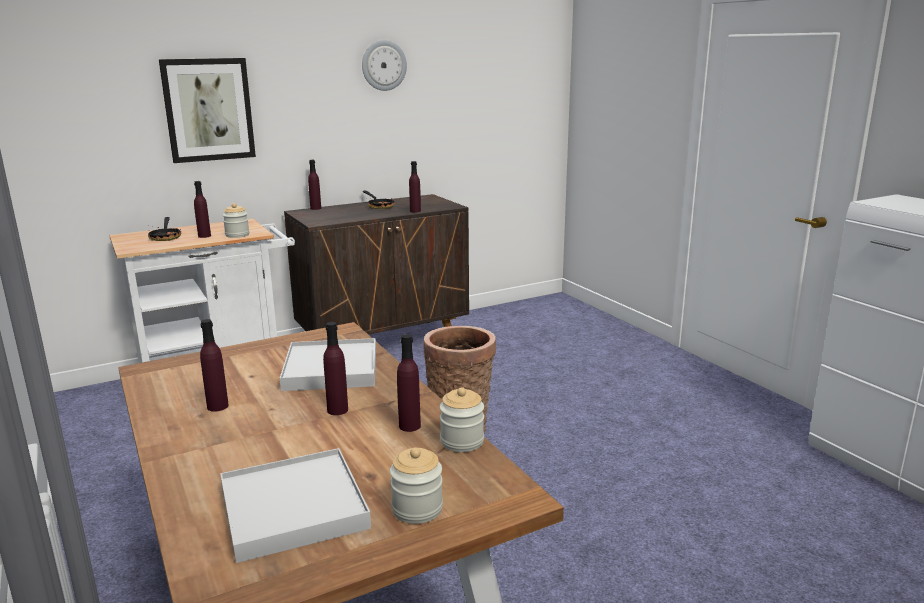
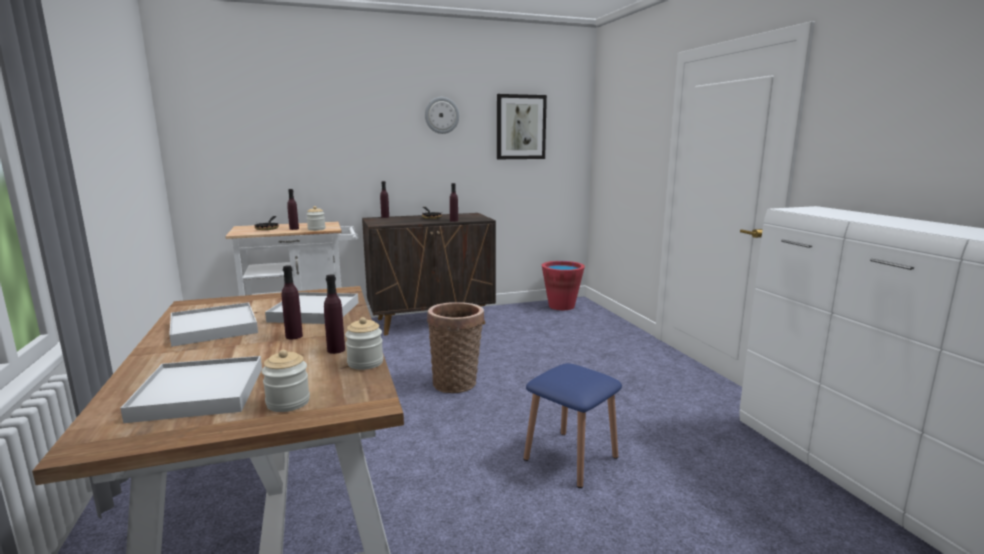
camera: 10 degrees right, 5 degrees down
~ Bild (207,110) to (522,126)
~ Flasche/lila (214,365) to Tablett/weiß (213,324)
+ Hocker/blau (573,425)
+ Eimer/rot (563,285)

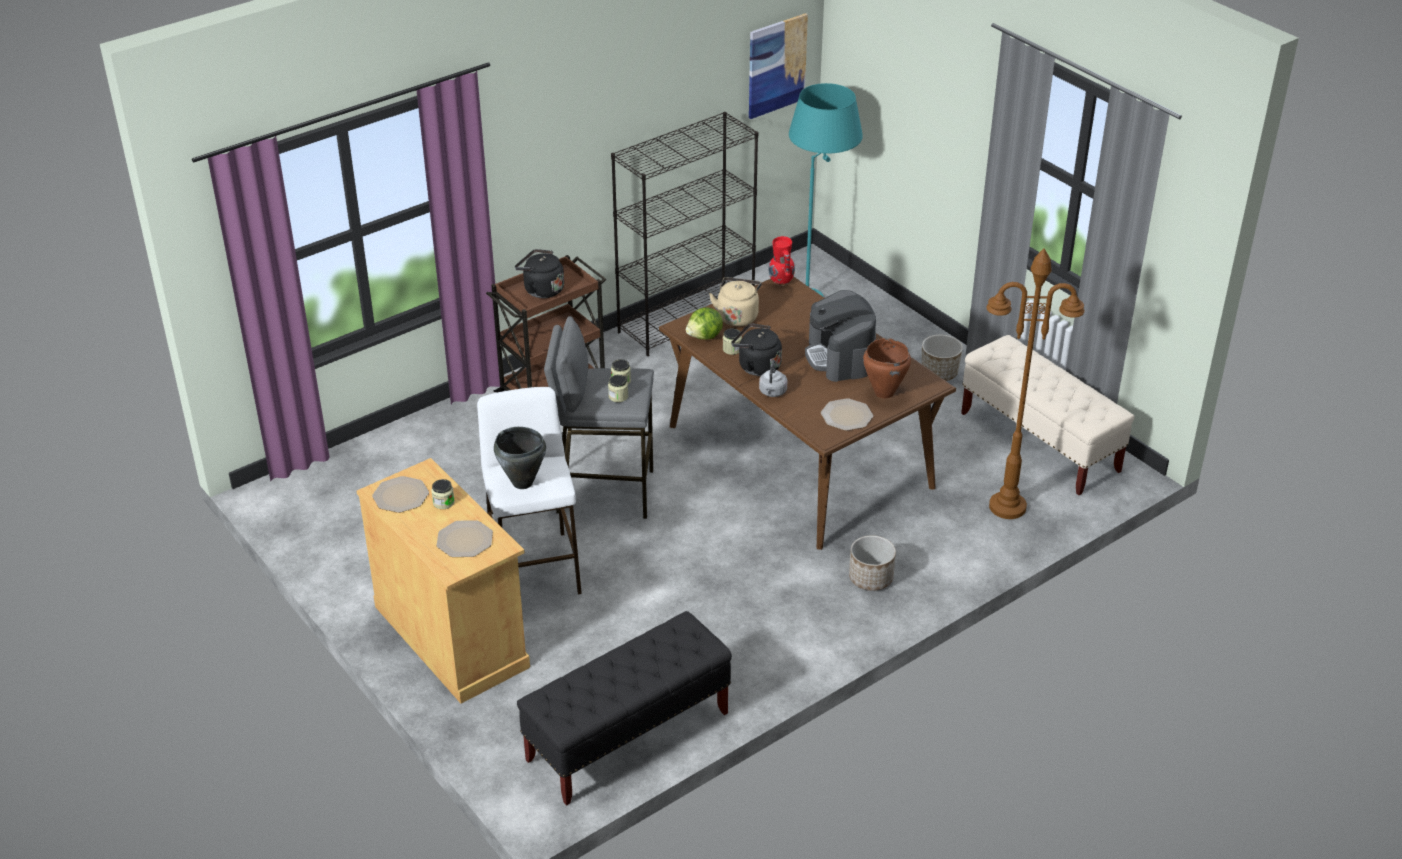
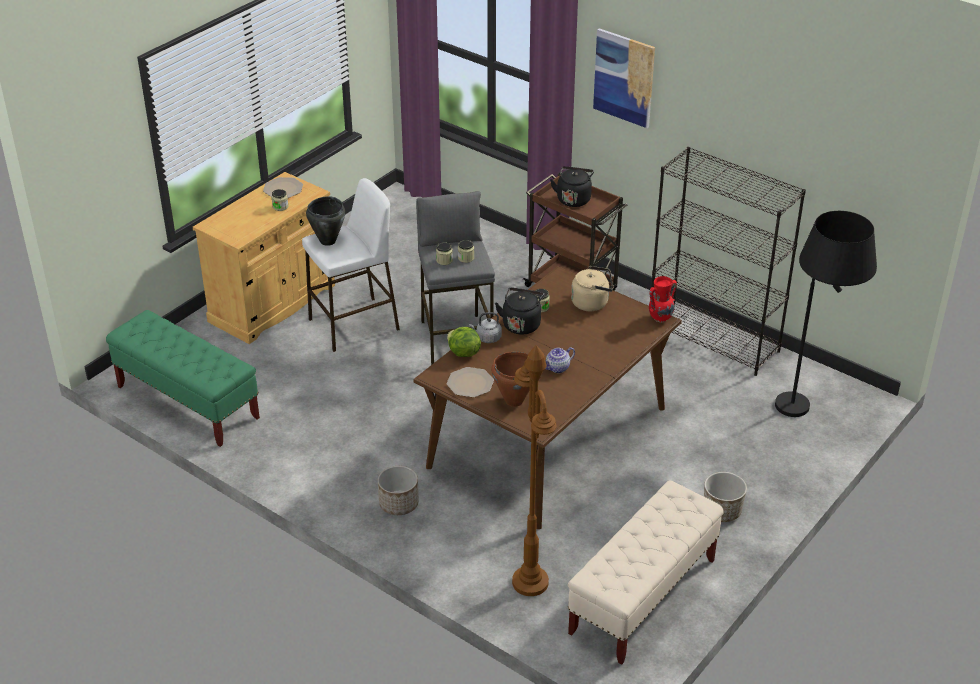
camera: 75 degrees right, 0 degrees up
- Teller (465,538)
~ Bank/schwarz (624,708) to Bank/grün (183,378)
~ Salatkopf (704,323) to (464,342)
~ Bild (778,66) to (624,78)
~ Stehlampe/türkis (826,190) to Stehlampe/schwarz (826,314)
~ Kaffeemaschine (840,336) to Teekanne (560,360)

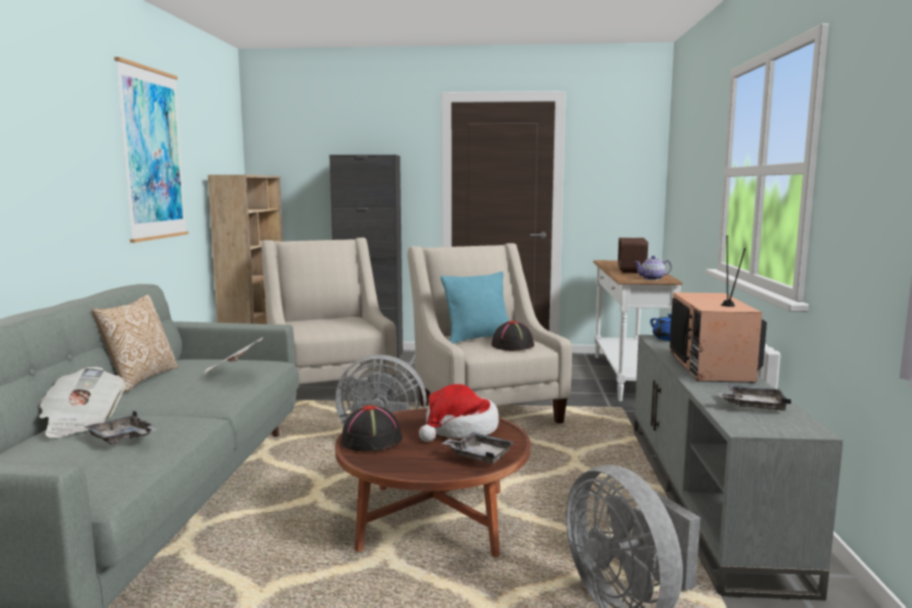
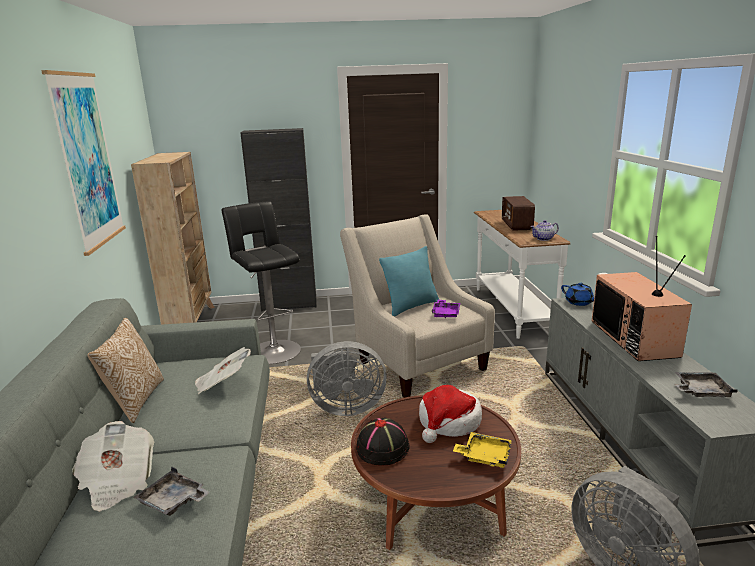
camera: 10 degrees left, 10 degrees up
~ Sessel/beige (329,311) to Hocker/schwarz (261,282)
~ Tablett/grau (478,448) to Tablett/gelb (482,450)
~ Hut/schwarz (512,336) to Tablett/lila (446,309)

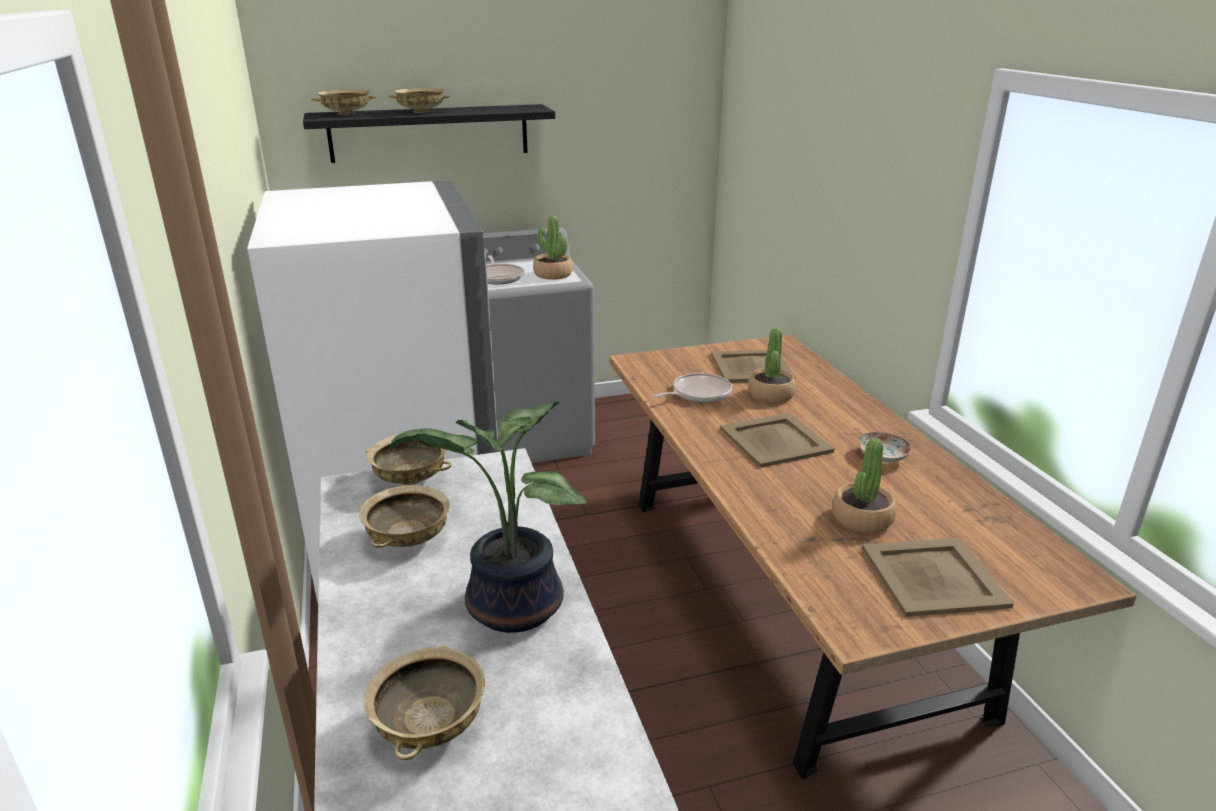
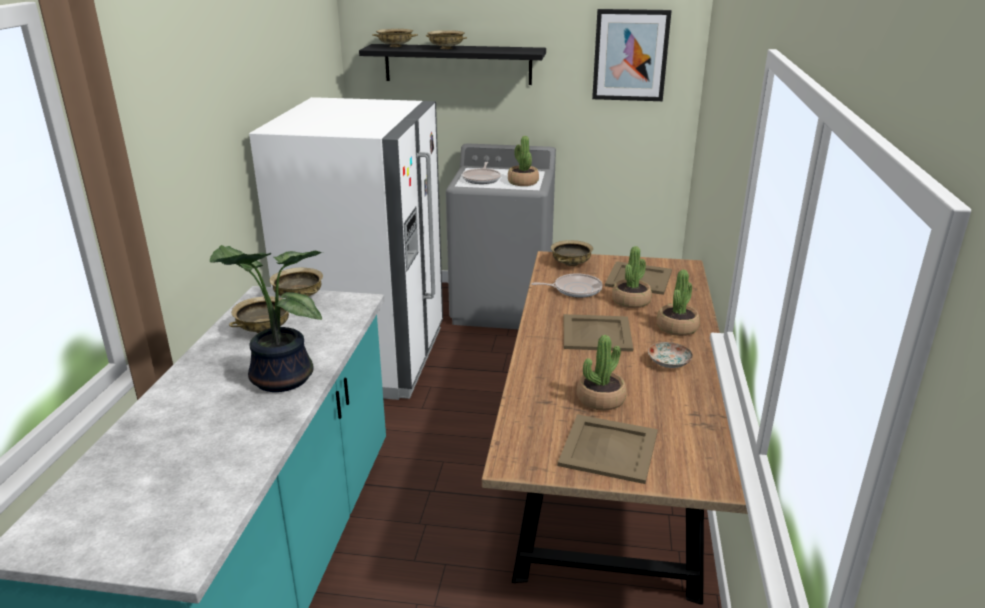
camera: 25 degrees right, 0 degrees up
~ Schüssel/beige (424,702) to (572,253)
+ Bild (632,55)
+ Topfpflanze (678,303)

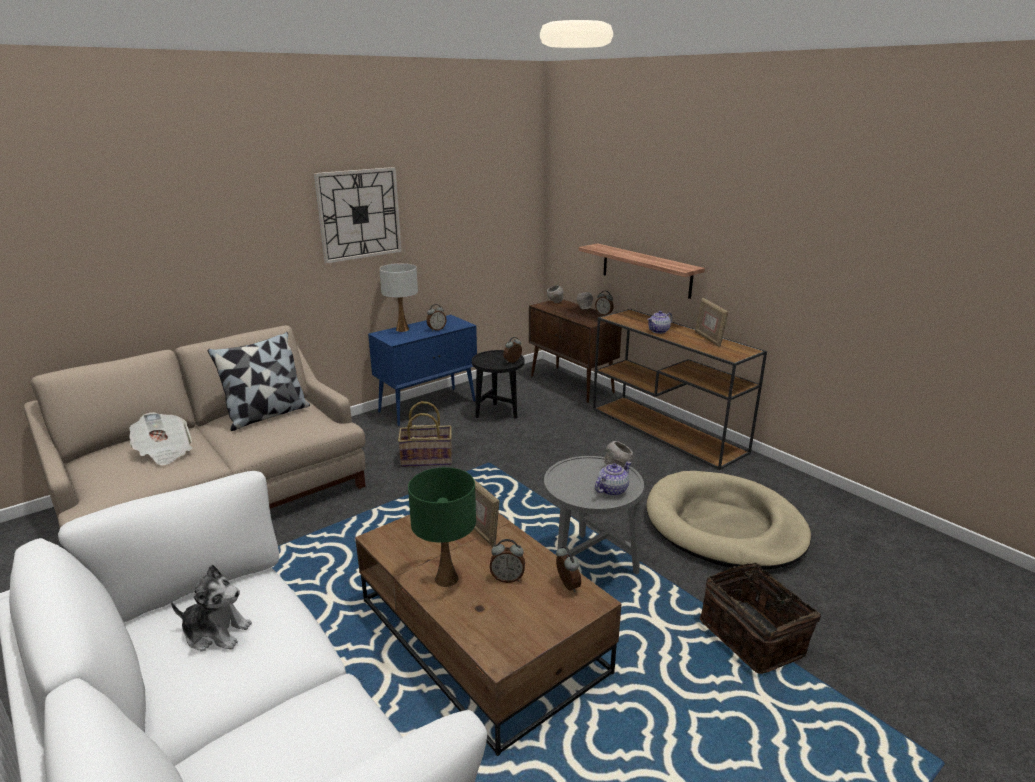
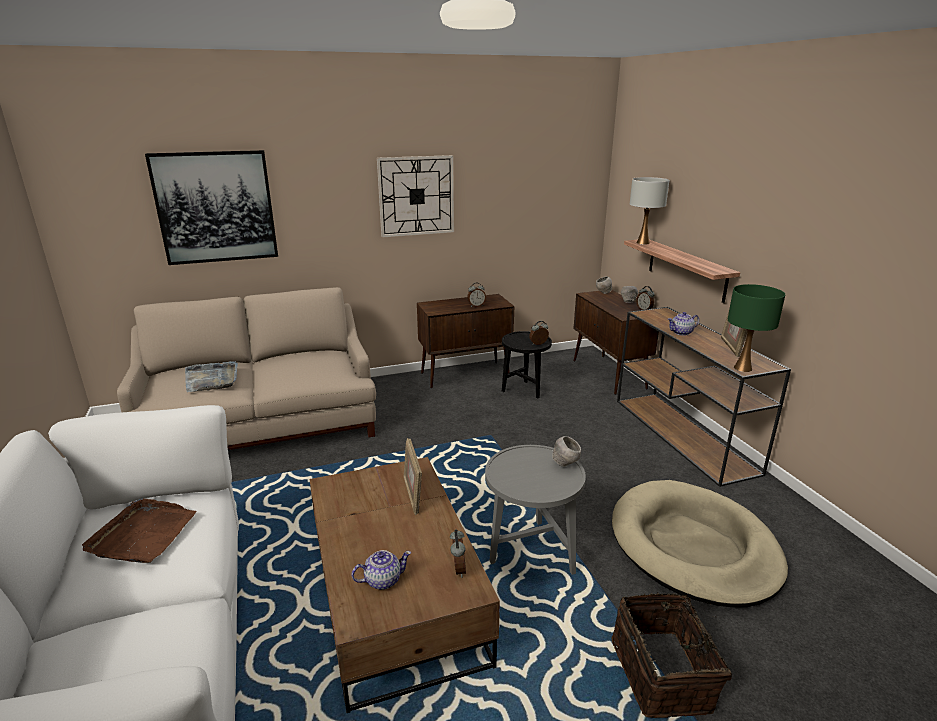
camera: 20 degrees right, 0 degrees up
~ Zeitung (161,439) to Tablett/grau (211,376)
~ Plüschtier (211,608) to Tablett/braun (139,531)
- Kissen (259,381)
~ Schrank/blau (422,370) to Schrank/braun (465,341)
~ Tischlampe/weiß (398,297) to (650,211)
- Korb (425,434)
~ Tischlampe/grün (442,527) to (756,328)
- Wecker (507,561)
~ Teekanne (613,478) to (381,570)
+ Bild (211,207)

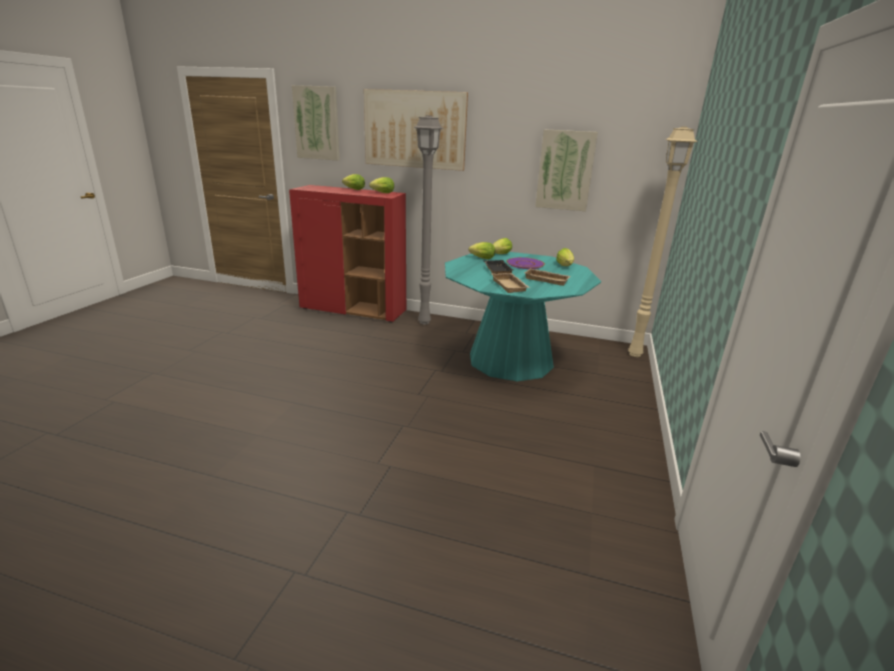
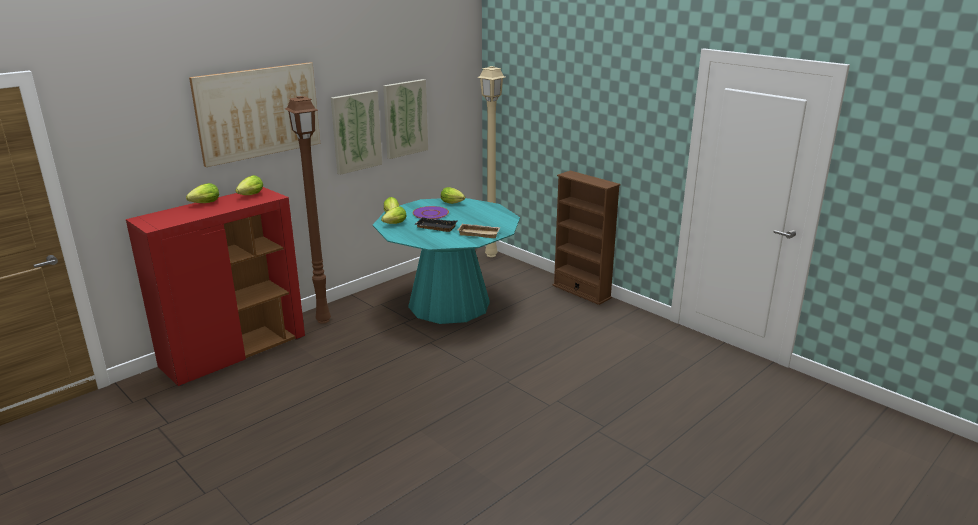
camera: 60 degrees left, 0 degrees up
~ Bild (316,123) to (356,133)
~ Stehlampe/grau (429,220) to Stehlampe/braun (308,210)
- Tablett/beige (547,277)
+ Bücherregal/braun (586,238)

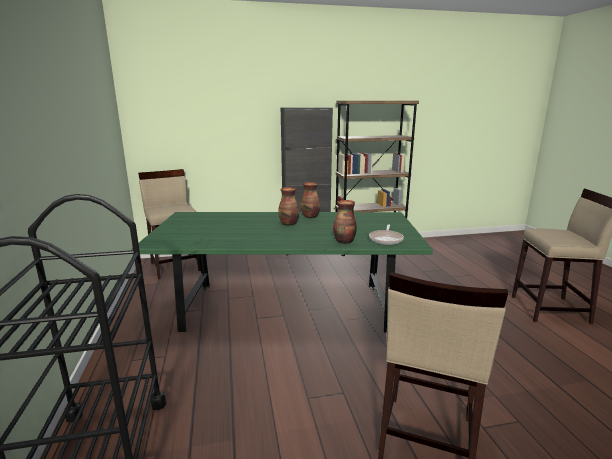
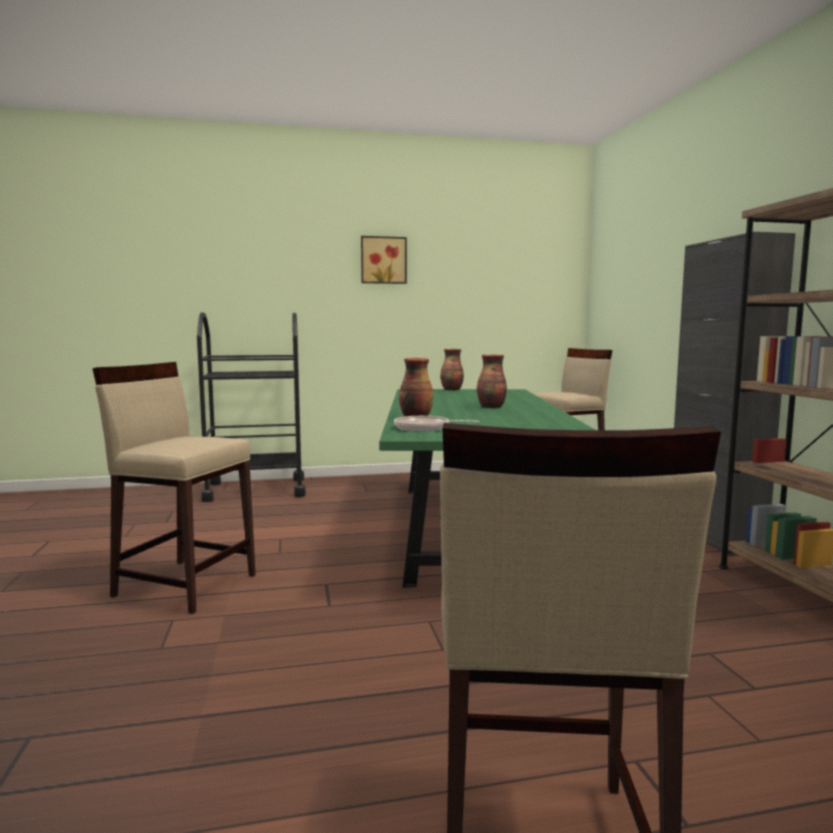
camera: 90 degrees right, 10 degrees down
~ Vase (310,200) to (452,370)
+ Bild (384,260)

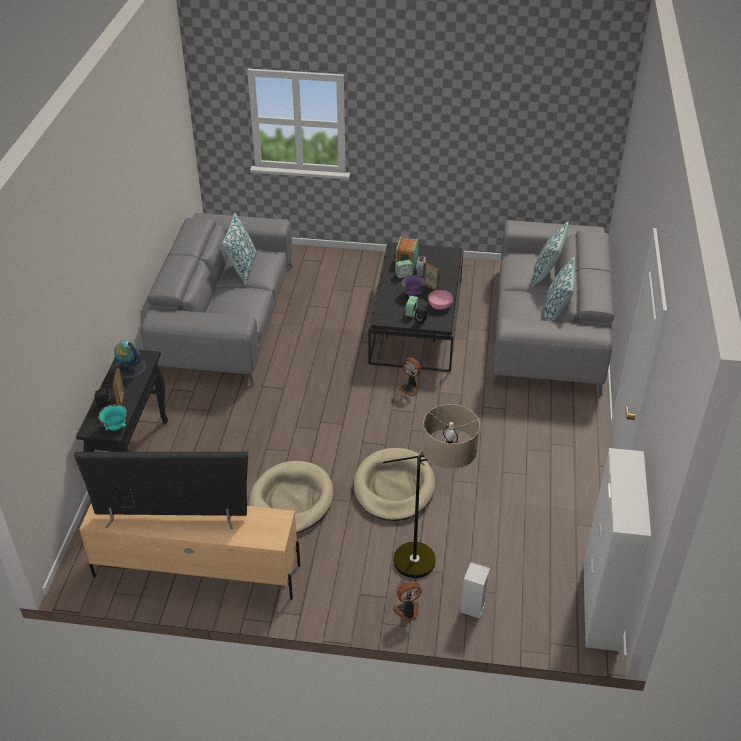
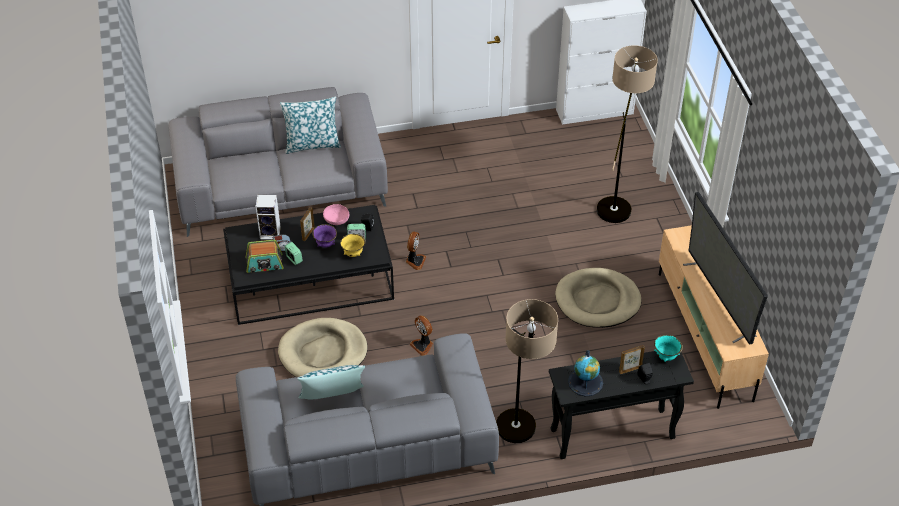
camera: 110 degrees left, 5 degrees up
~ Hundebett/beige (394,484) to (323,347)
~ Ventilator (407,601) to (421,335)
~ Lautsprecher (475,590) to (268,217)
- Kissen (550,254)
+ Schüssel/gelb (353,245)
+ Stehlampe (527,371)

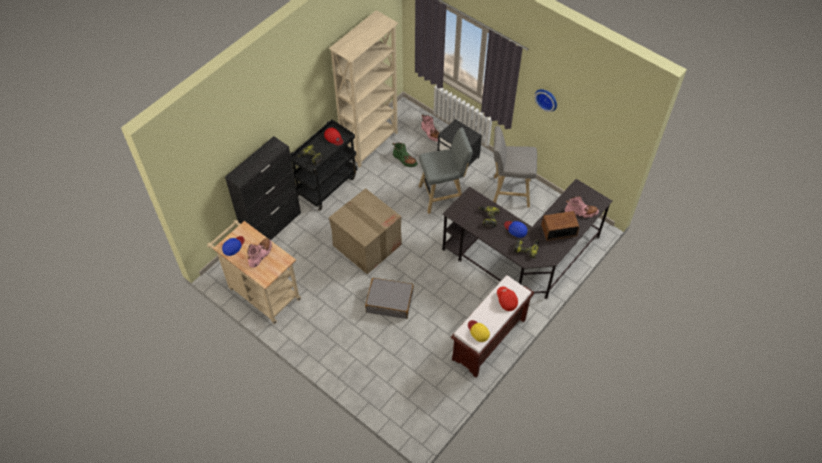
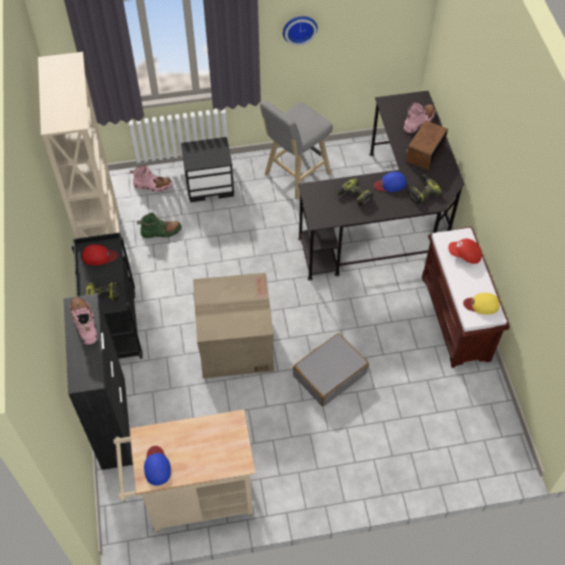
camera: 50 degrees left, 0 degrees up
~ Stiefel/rosa (259,253) to (83,321)
- Hocker/grau (446,171)

